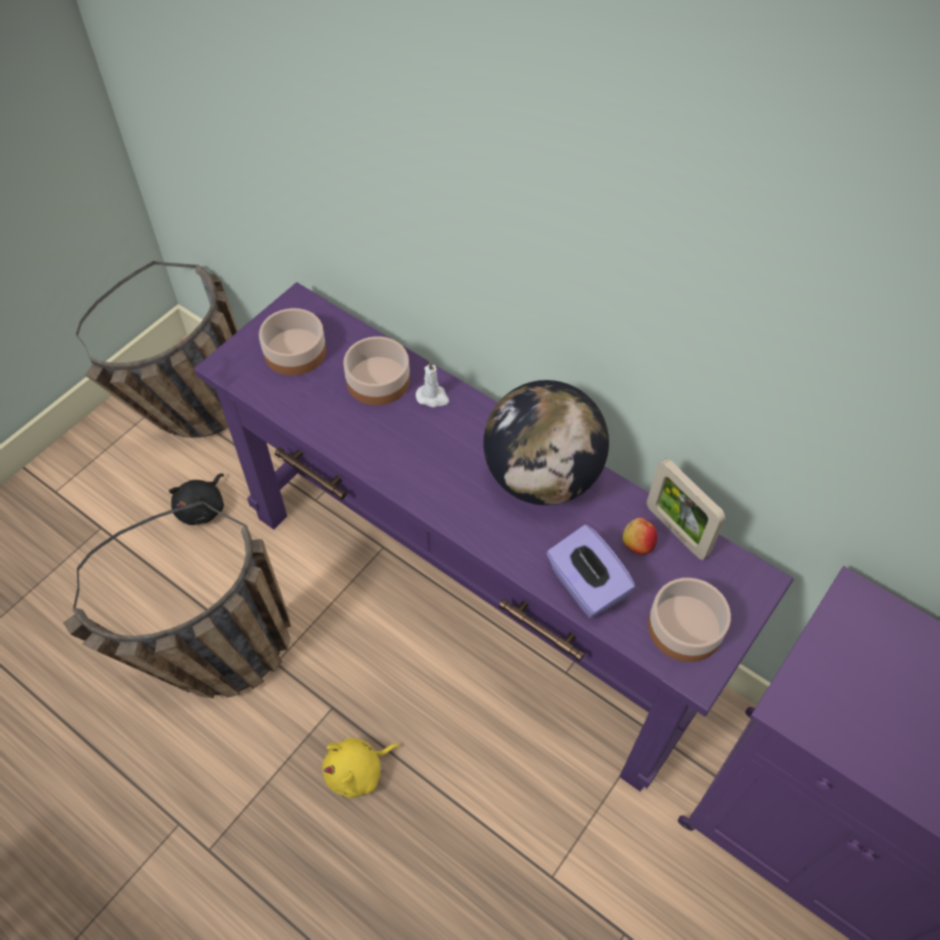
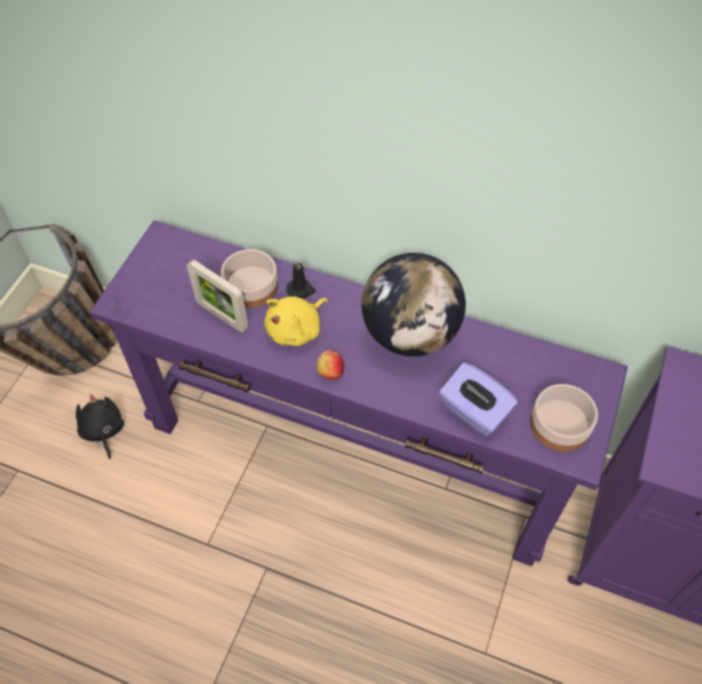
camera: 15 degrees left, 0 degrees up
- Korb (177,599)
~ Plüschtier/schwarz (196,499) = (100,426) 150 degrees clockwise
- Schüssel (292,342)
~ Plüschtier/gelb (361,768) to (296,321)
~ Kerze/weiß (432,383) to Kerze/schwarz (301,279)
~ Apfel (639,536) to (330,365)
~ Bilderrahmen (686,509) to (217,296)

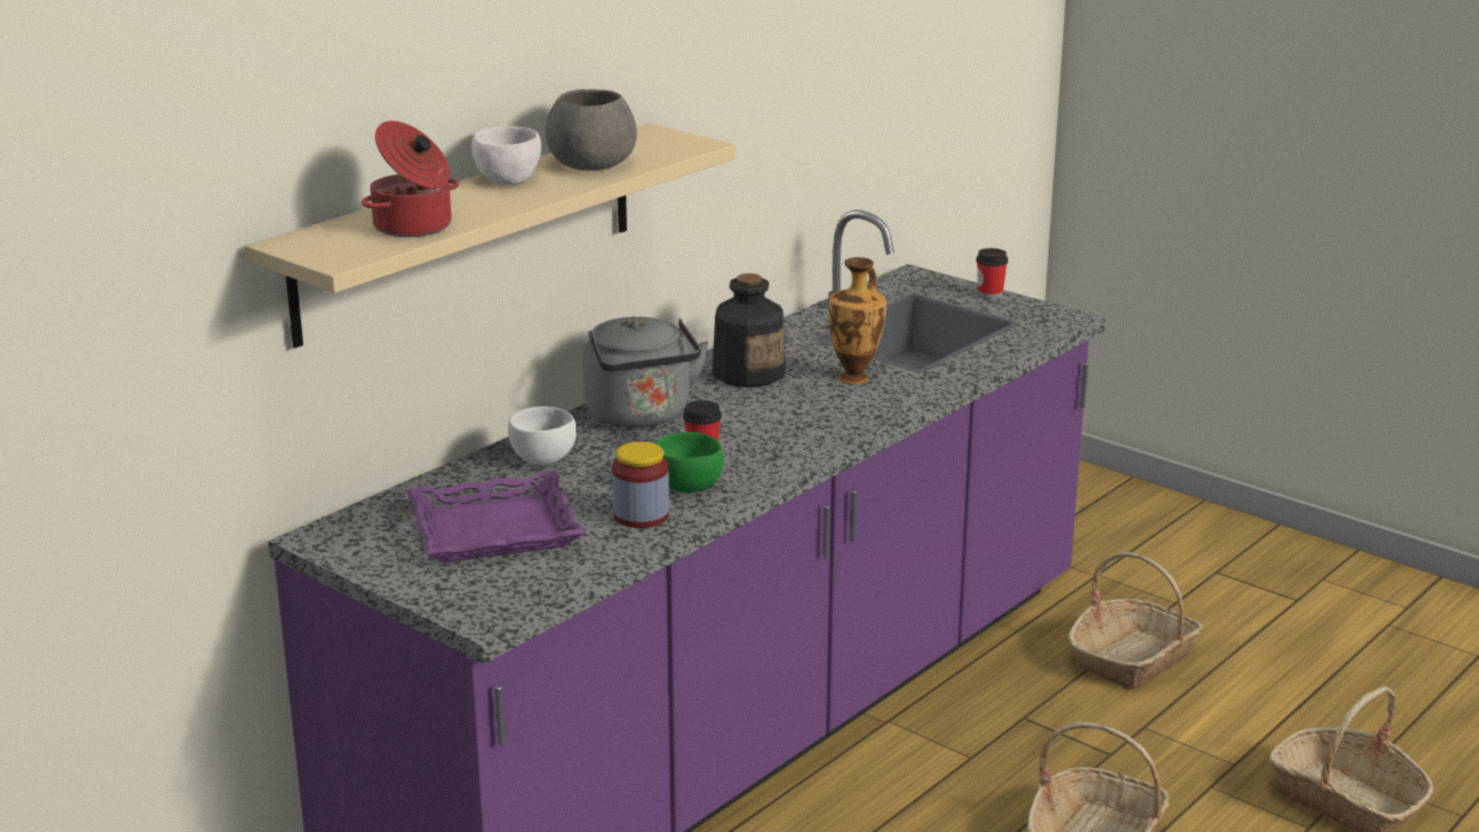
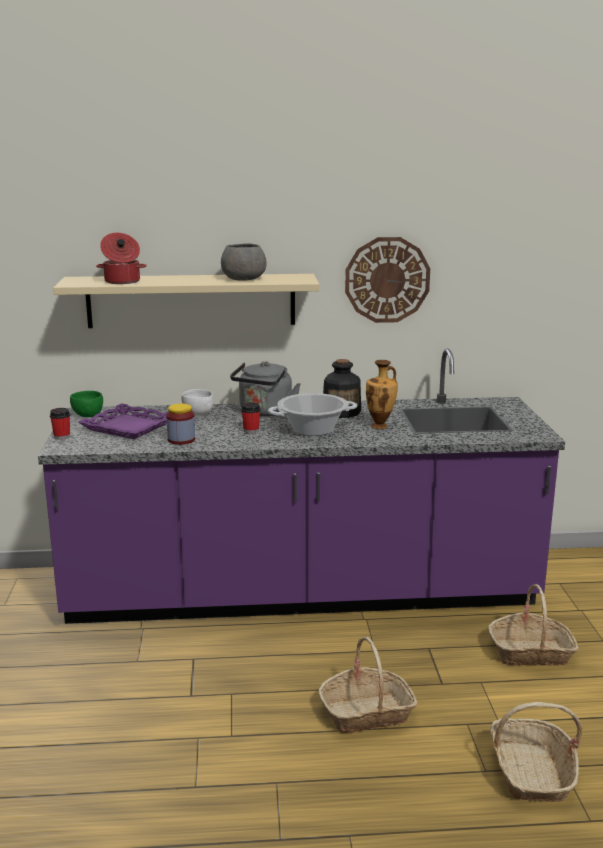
camera: 45 degrees right, 5 degrees down
- Schüssel/weiß (506,155)
~ Schüssel/grün (690,462) to (86,404)
~ Tasse (992,273) to (60,424)
+ Kochtopf (312,414)
+ Wanduhr (387,280)

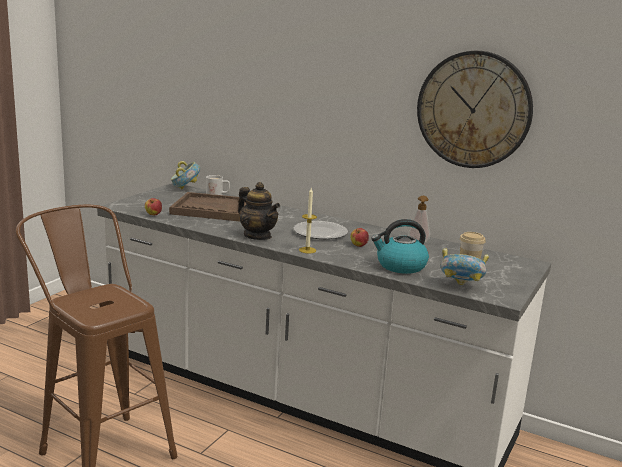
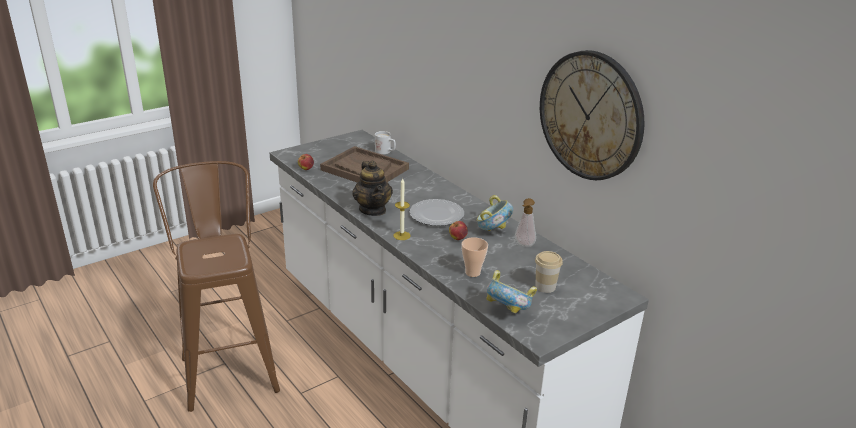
camera: 25 degrees right, 10 degrees up
~ Schüssel (185,175) to (495,213)
~ Wasserkessel (400,246) to Tasse (474,257)

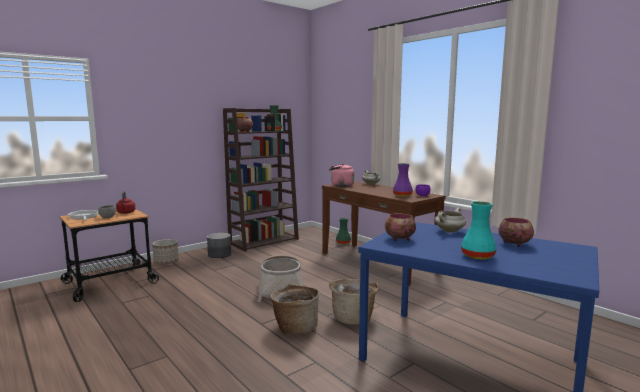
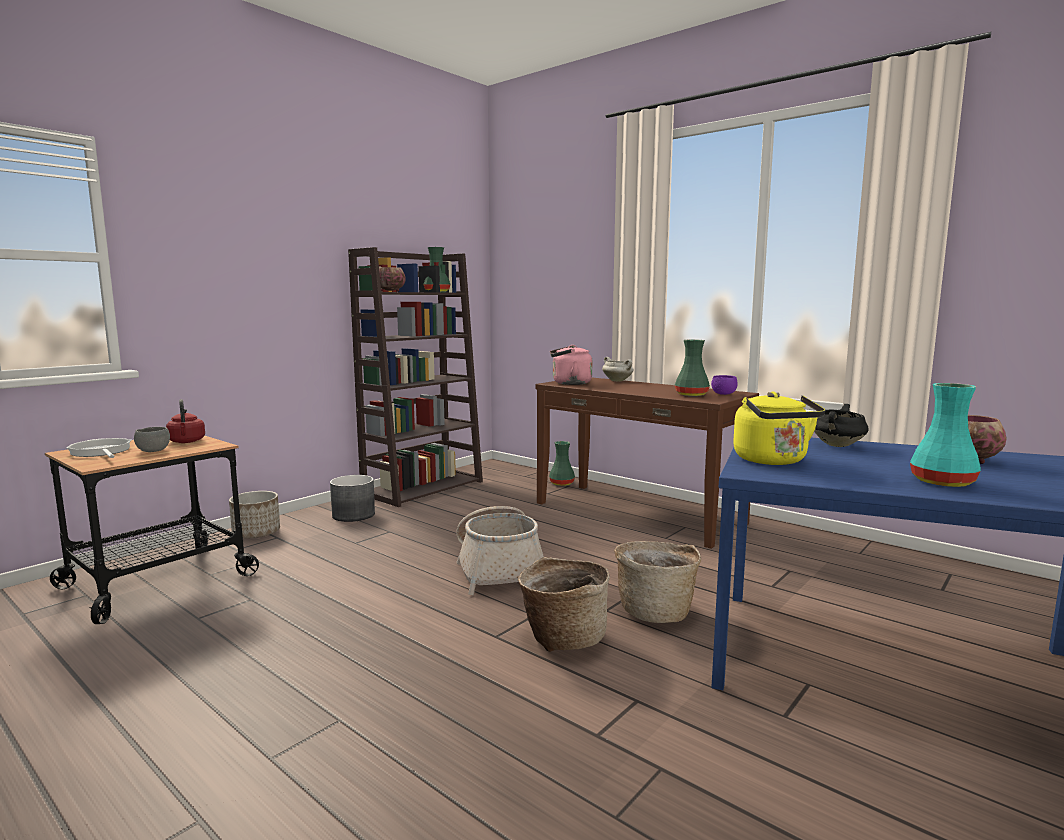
camera: 10 degrees left, 0 degrees up
~ Schüssel (400,227) to Wasserkessel/gelb (779,428)
~ Vase/lila (403,180) to Vase/grün (692,367)
~ Kochtopf/weiß (450,220) to Kochtopf/schwarz (841,425)

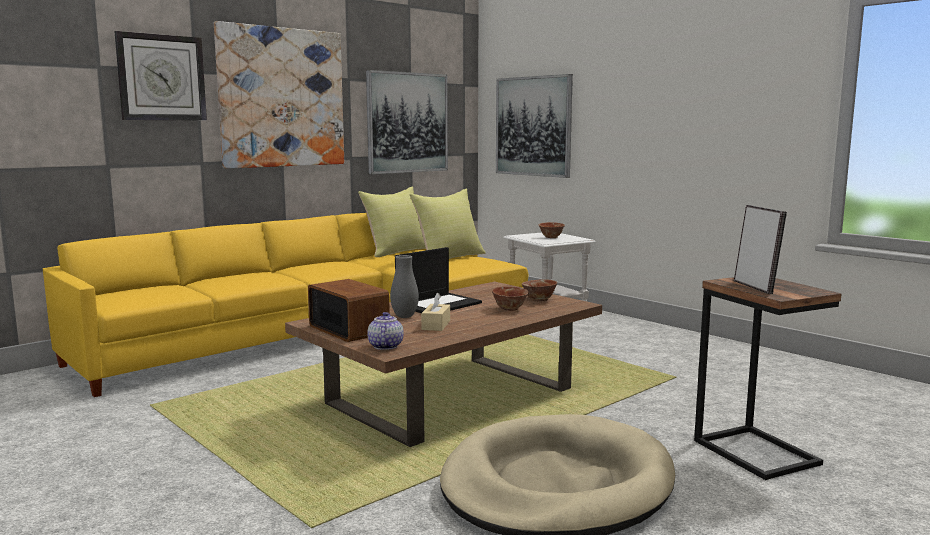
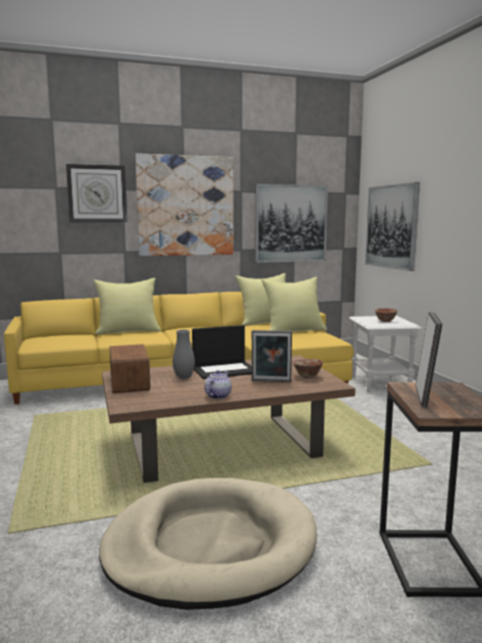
camera: 25 degrees right, 0 degrees up
~ Teekanne (385,331) to (218,384)
- Taschentuchbox/beige (435,311)
~ Schüssel (510,298) to Bilderrahmen (272,356)
+ Kissen/gelb (127,306)

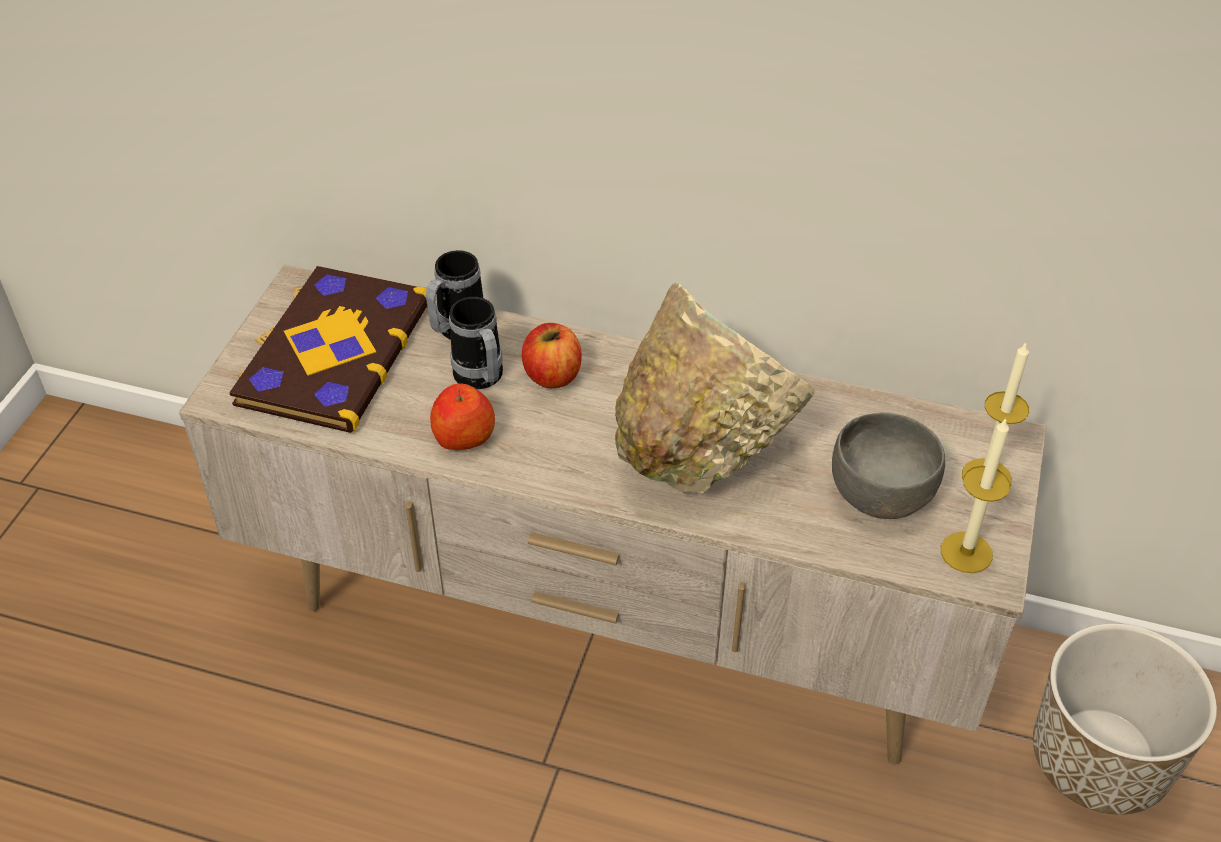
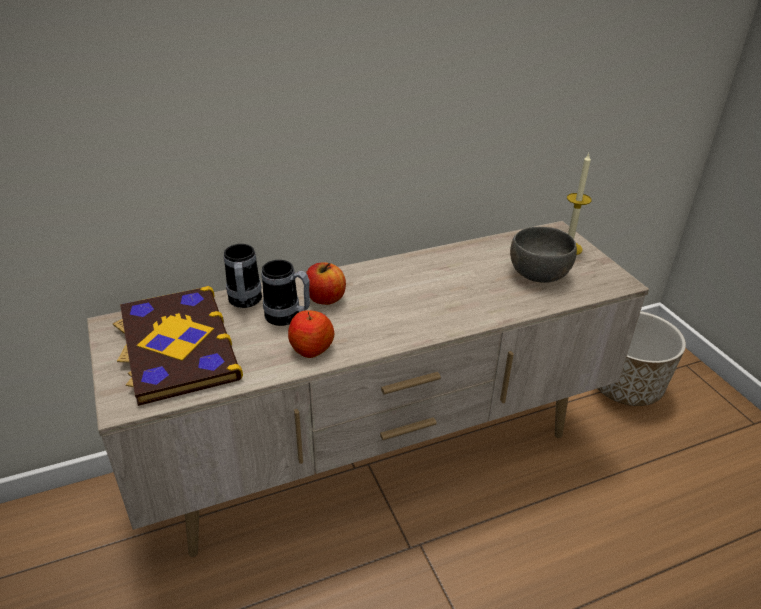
camera: 40 degrees left, 10 degrees down
- Schüssel/beige (715,388)
- Kerze (975,495)

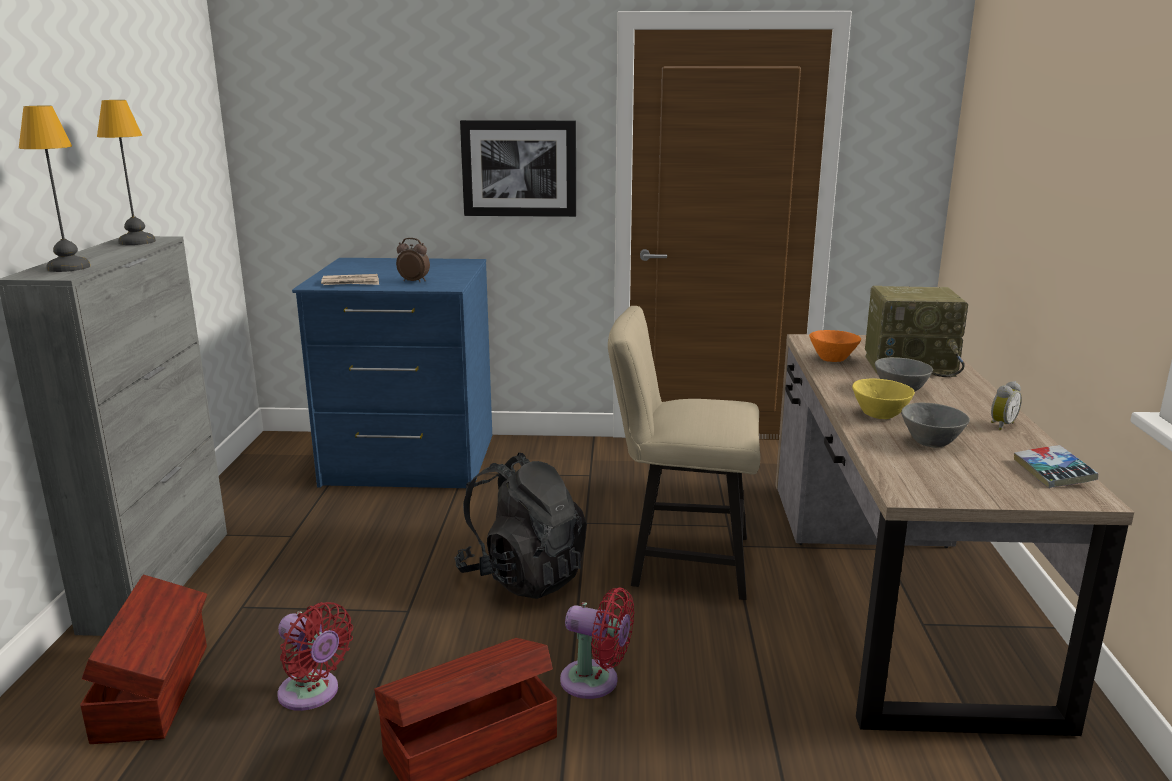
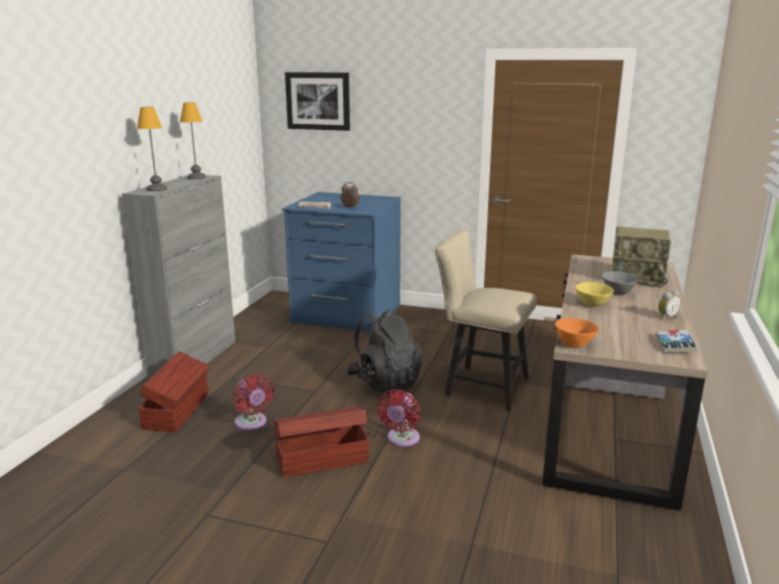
camera: 15 degrees right, 0 degrees up
~ Bild (518,168) to (317,101)
~ Ventilator/rot (597,643) = (398,418) 75 degrees clockwise
~ Schüssel/orange (835,346) to (577,333)
- Schüssel/grau (935,425)

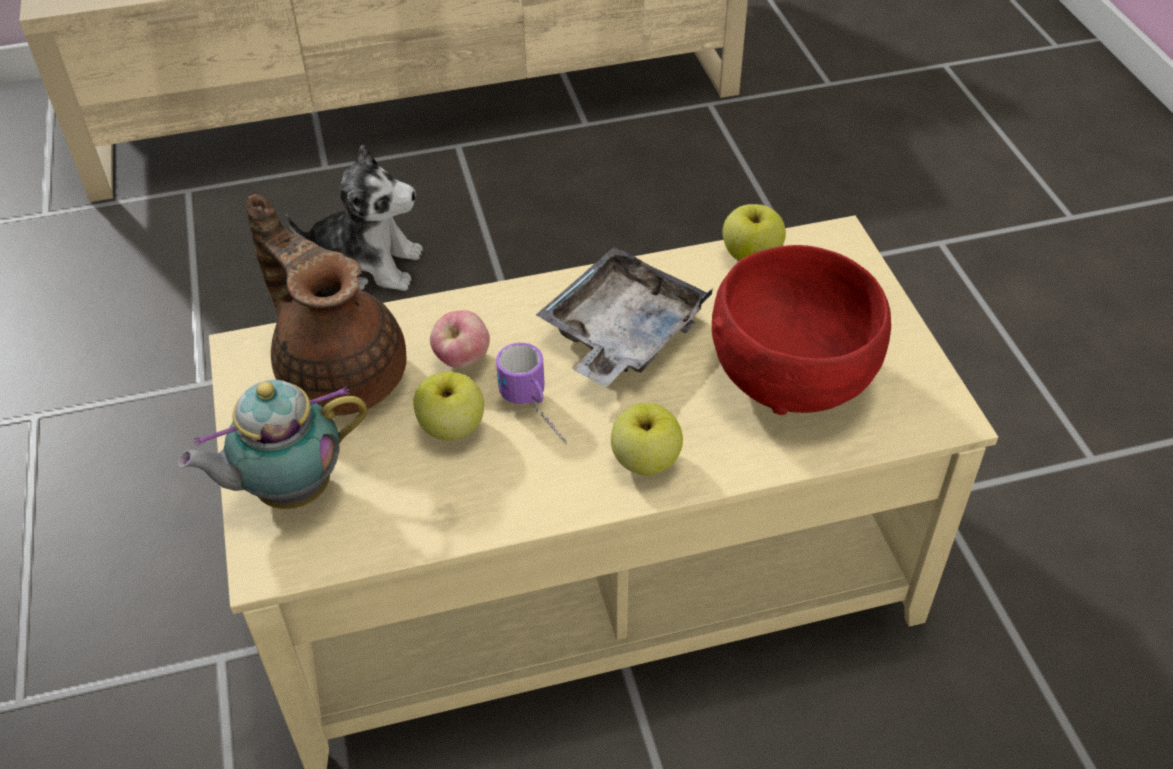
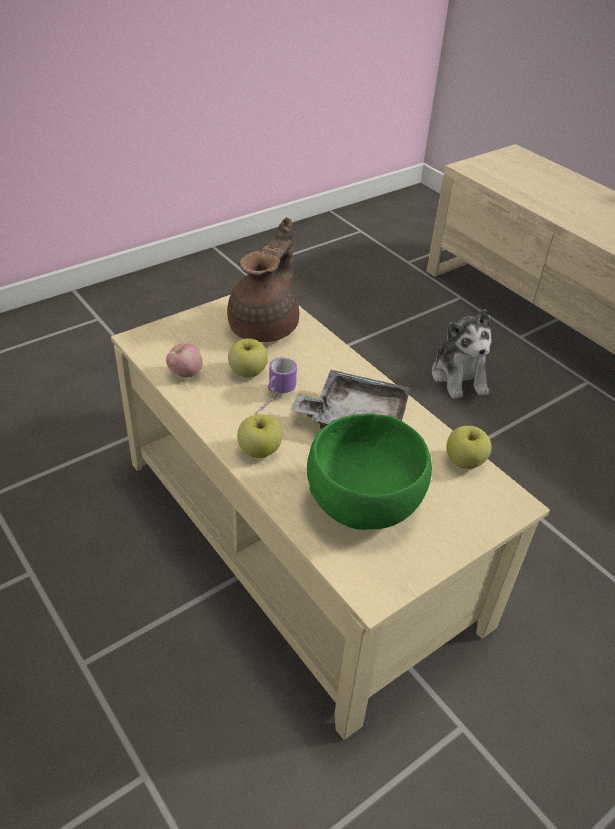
camera: 65 degrees right, 5 degrees down
- Teekanne (272,444)
~ Apfel (460,339) to (184,360)
~ Schüssel/rot (801,330) to Schüssel/grün (369,471)

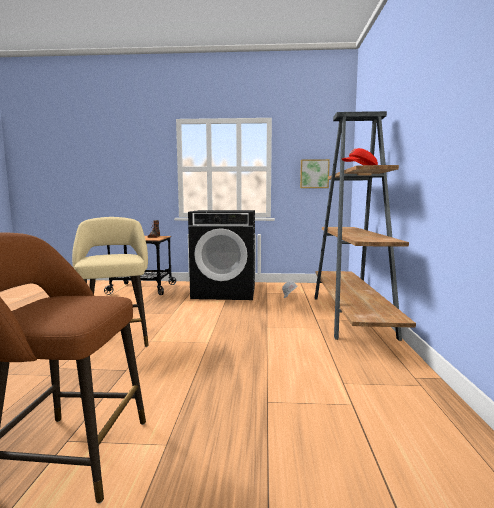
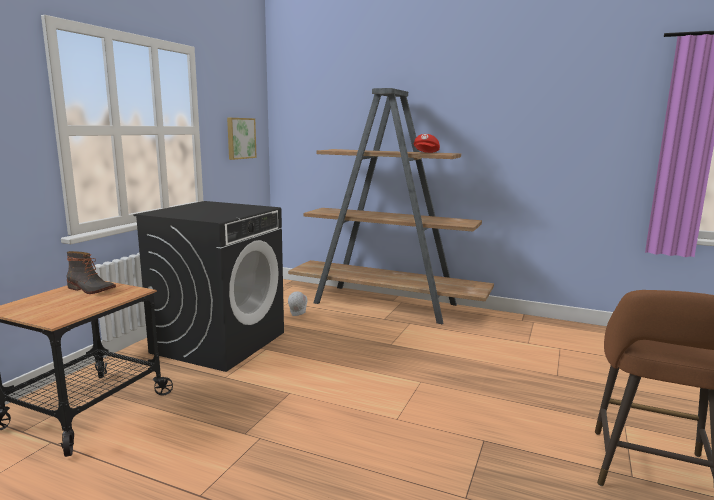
camera: 70 degrees left, 5 degrees up
- Hocker/beige (110,282)

